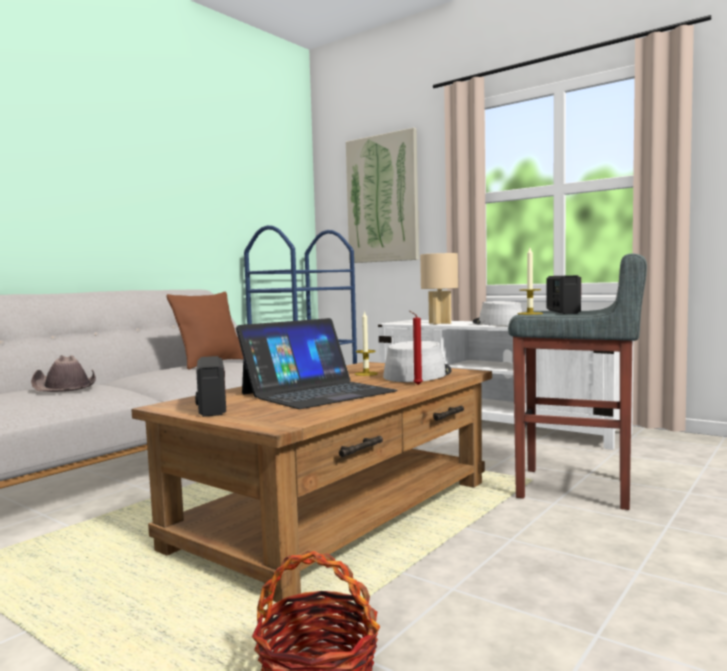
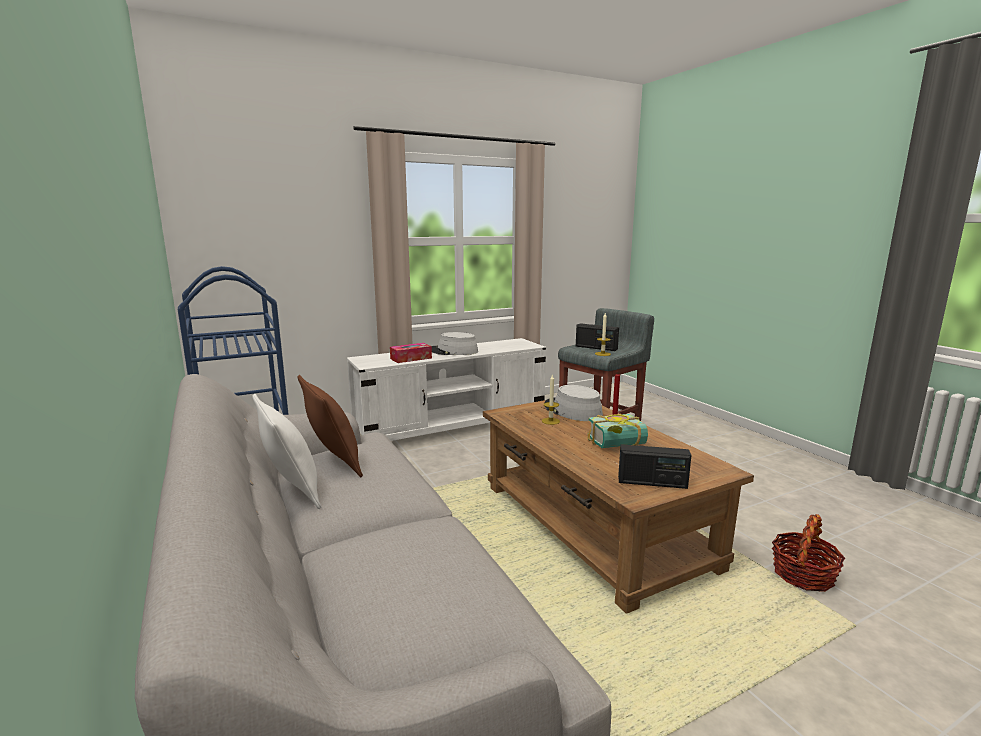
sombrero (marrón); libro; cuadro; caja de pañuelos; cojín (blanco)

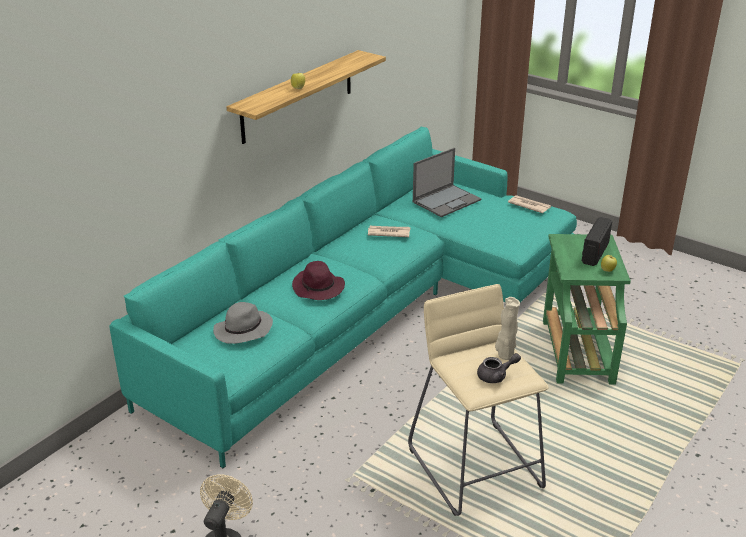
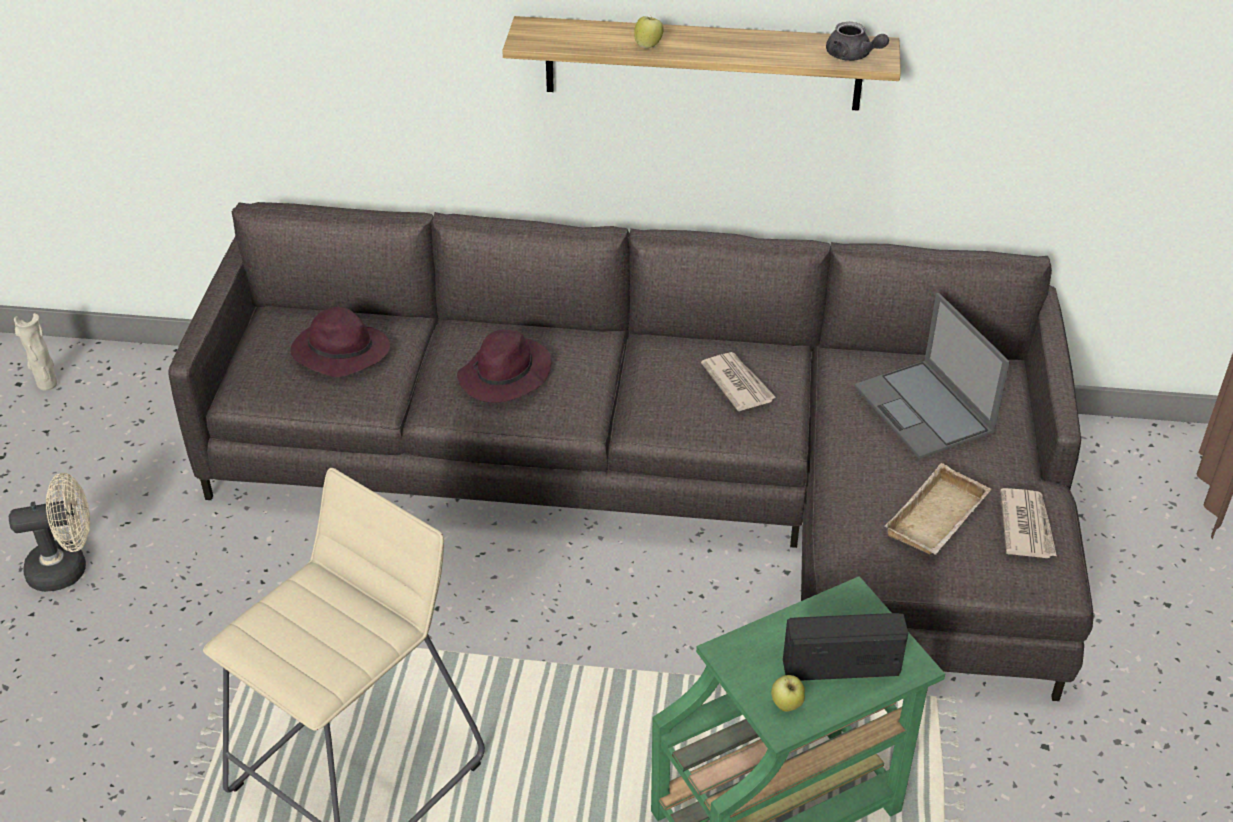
sofá (gris); sombrero (morado) (1st from left); portátil; tetera (gris); florero (beis); bandeja (beis)

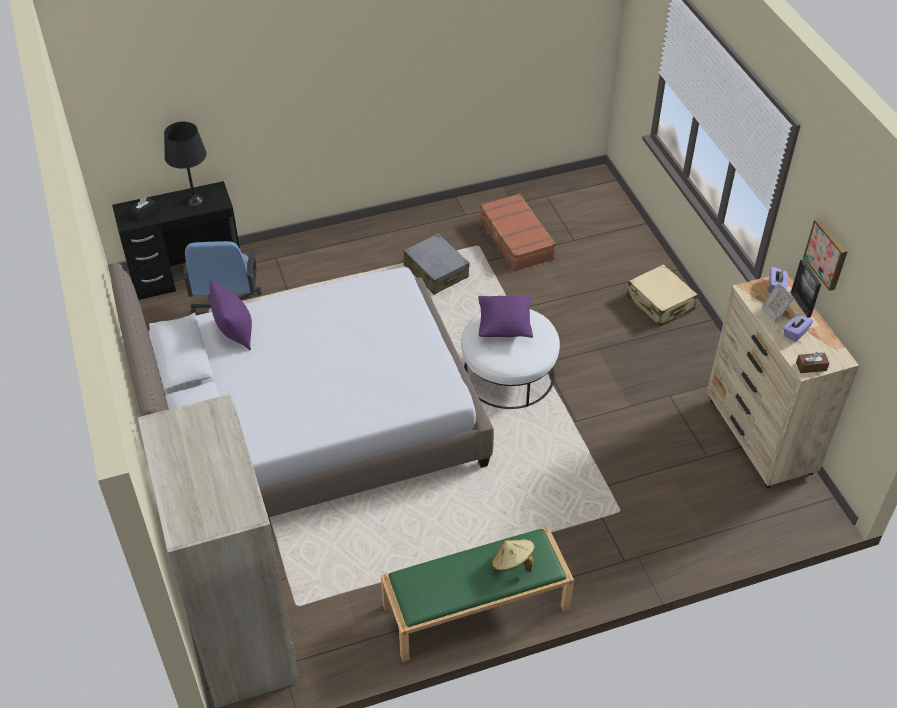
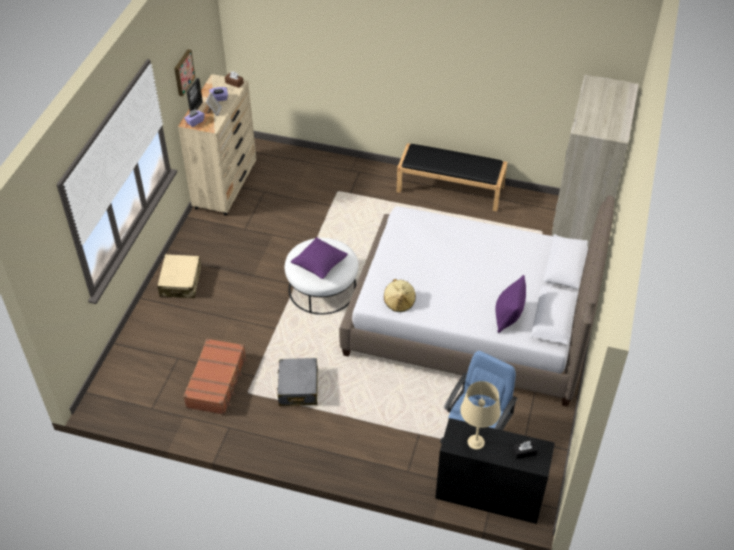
lámpara de mesa (beis); banco (negro); sombrero (beis)

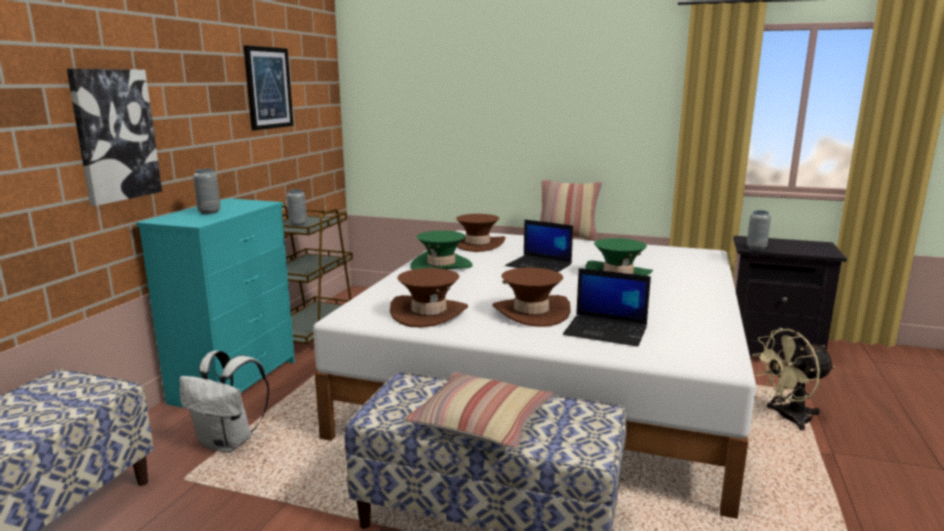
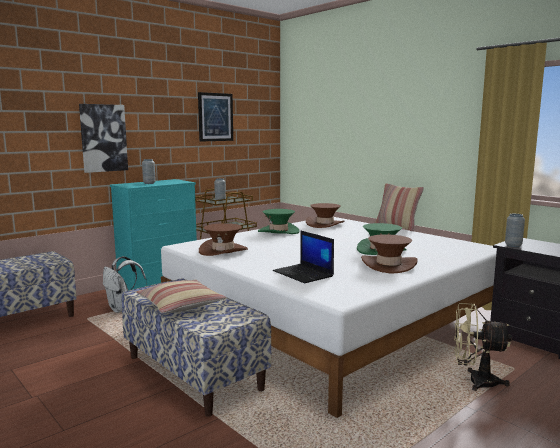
sombrero (marrón) (3rd from left); portátil (1st from left in the first image)

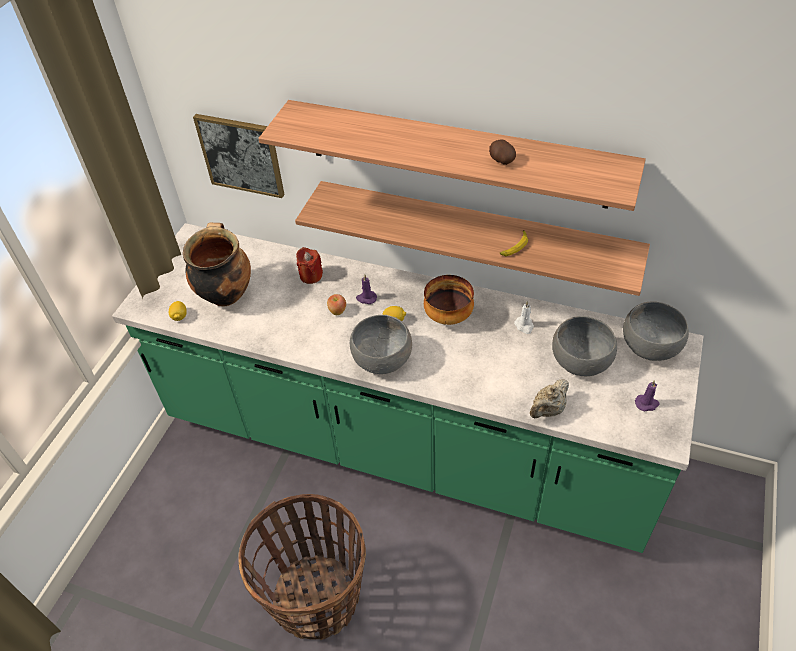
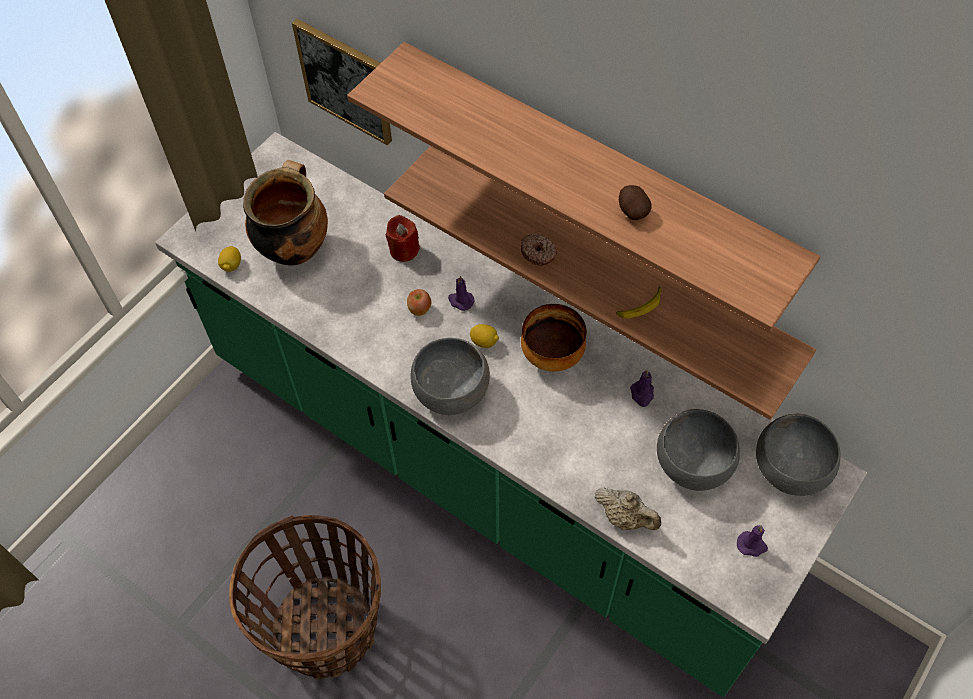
vela (morado) (2nd from left); tetera (beis); rosquilla

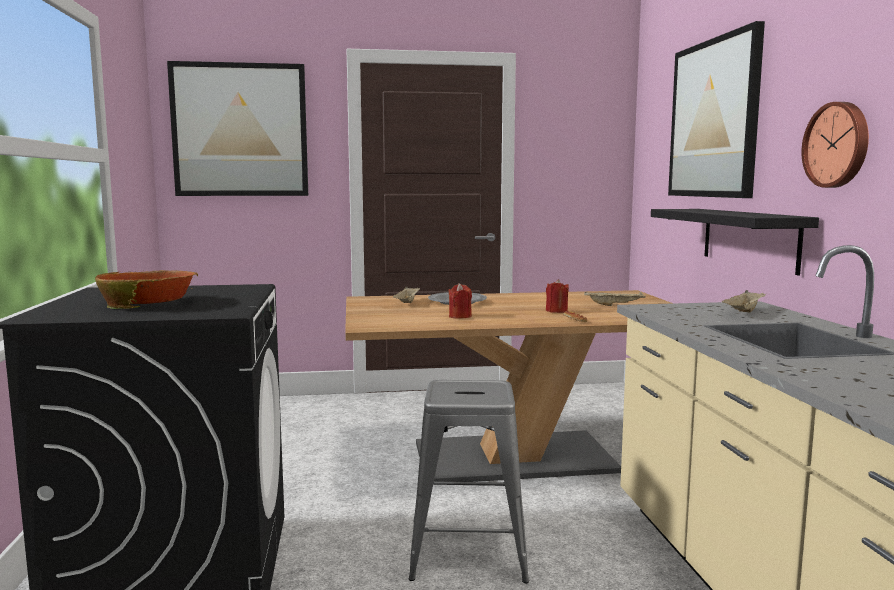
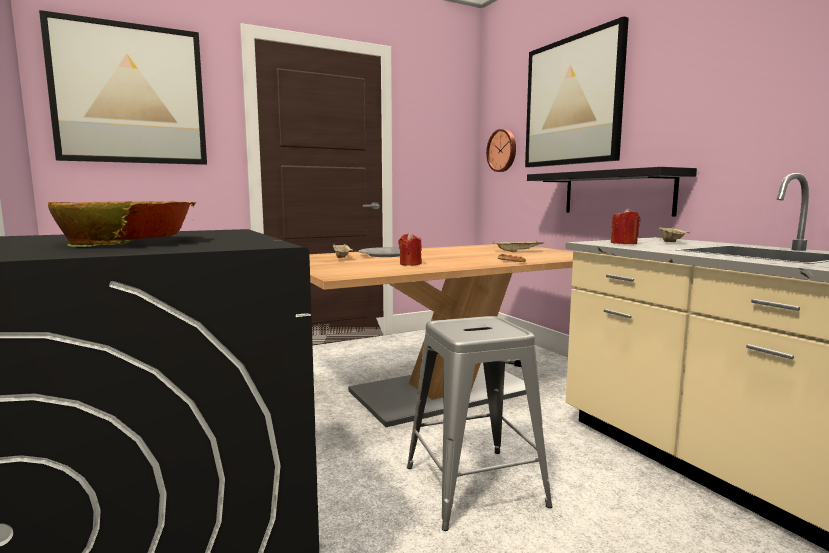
vela (rojo) (2nd from left); reloj de pared

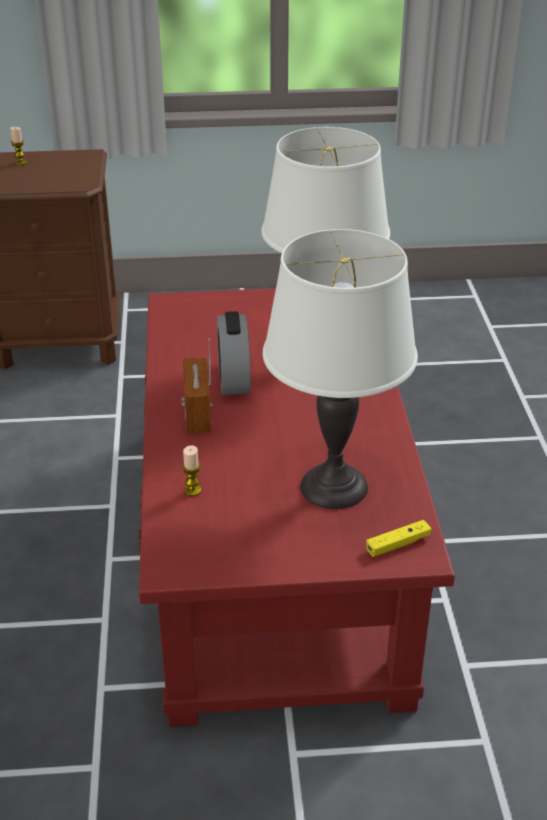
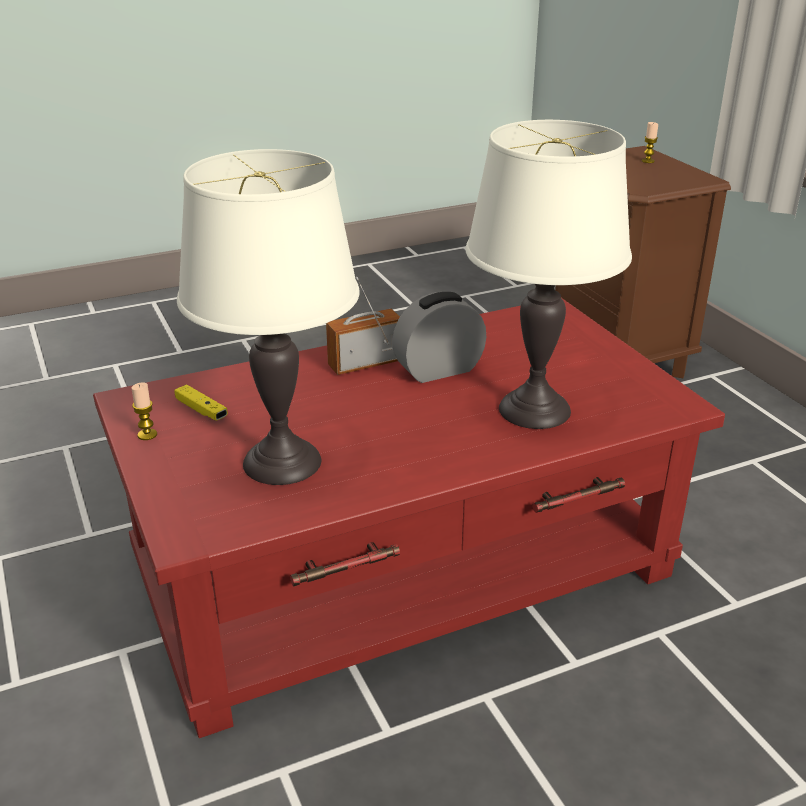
vela (1st from left); mando de consola (amarillo)

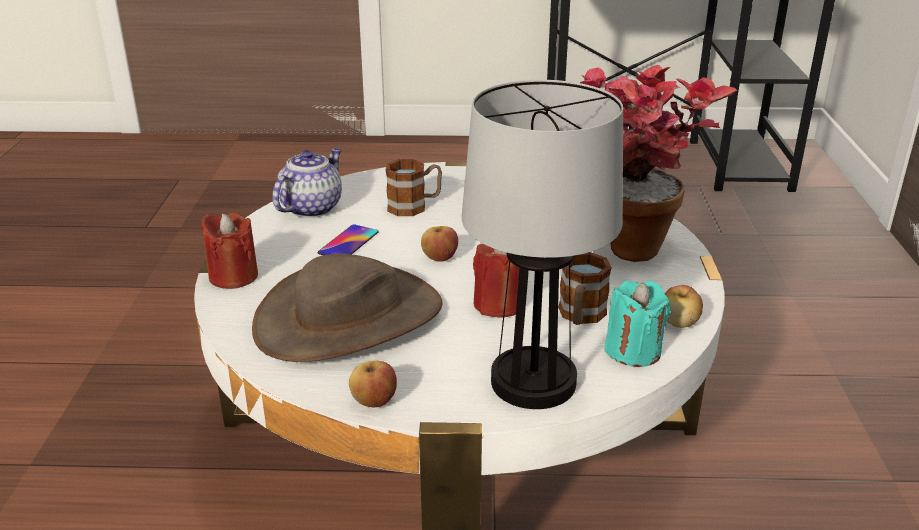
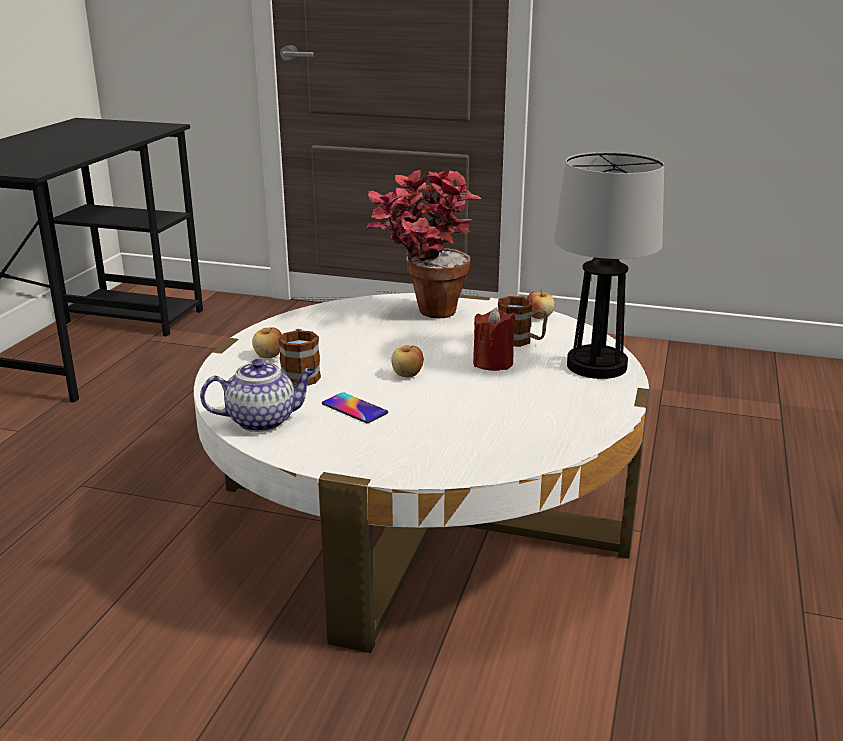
vela (rojo) (1st from left in the first image); sombrero (marrón); tetera; manzana (1st from left); vela (turquesa)

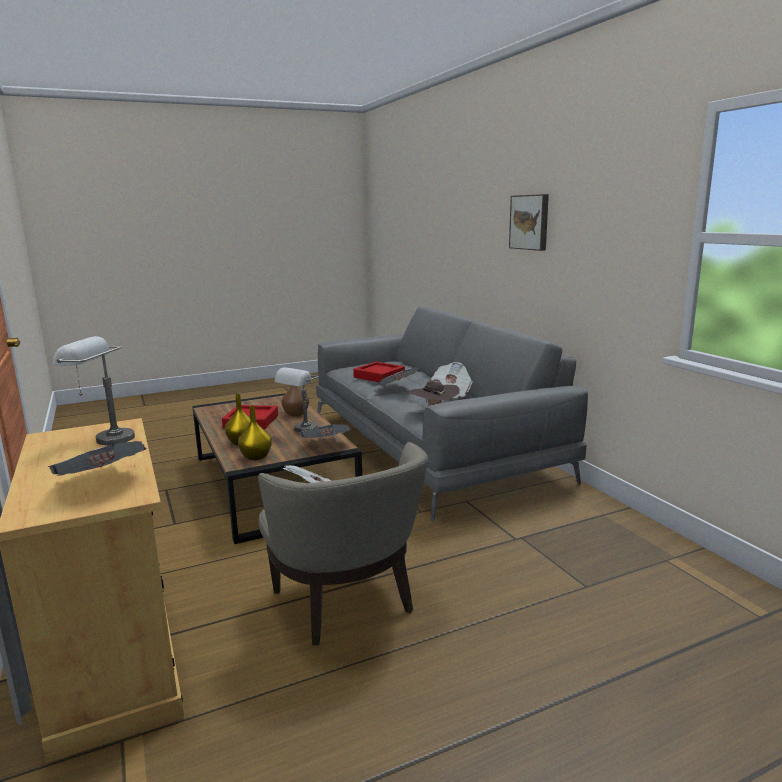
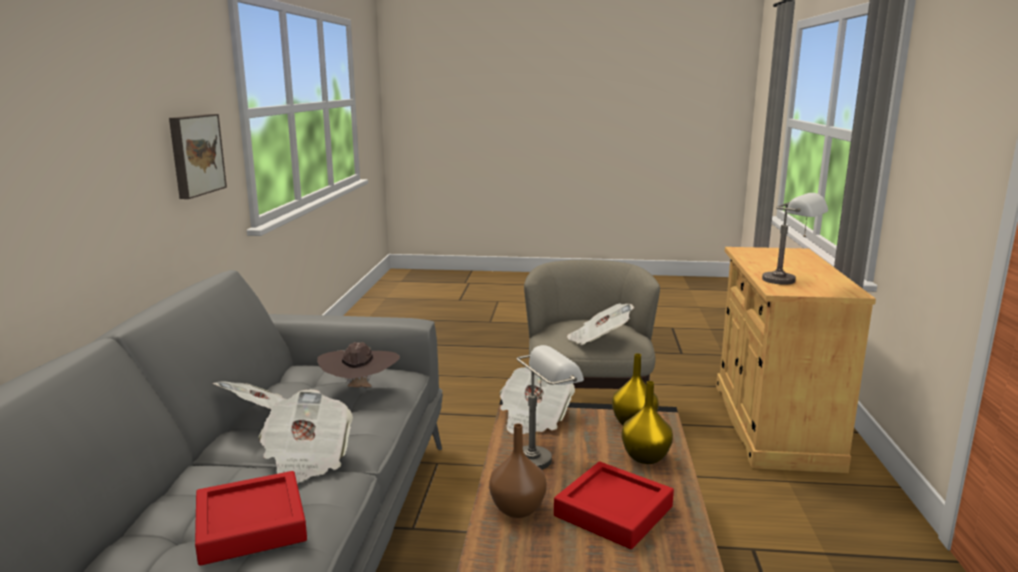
periódico (1st from left in the first image); cuadro

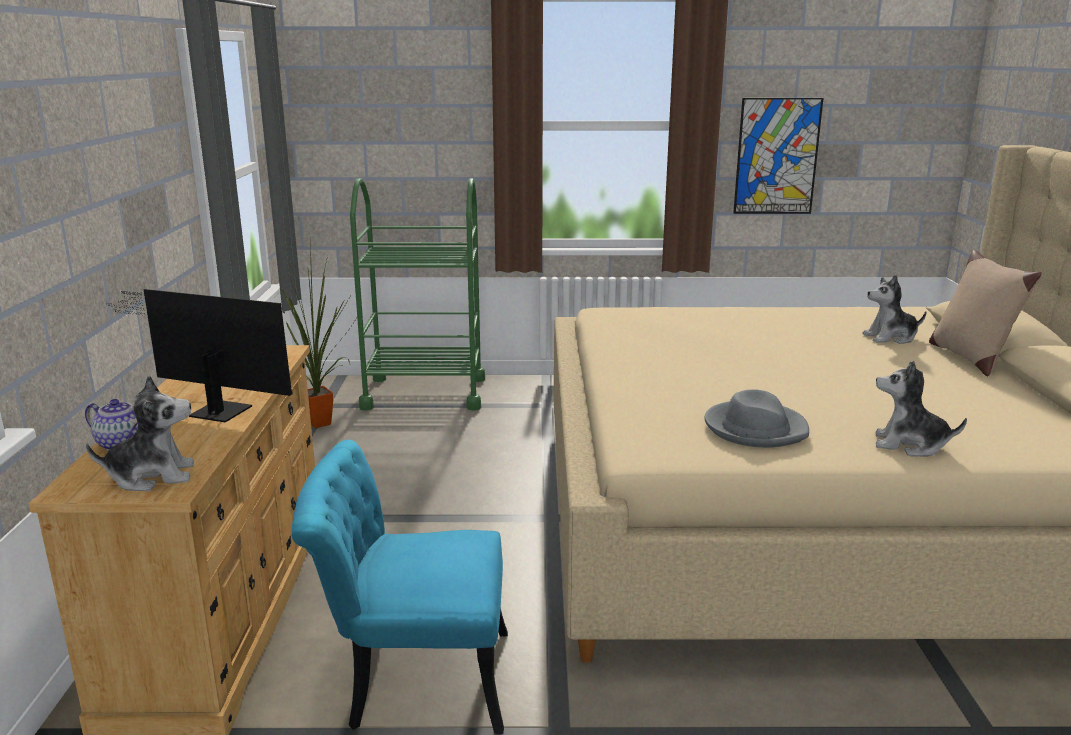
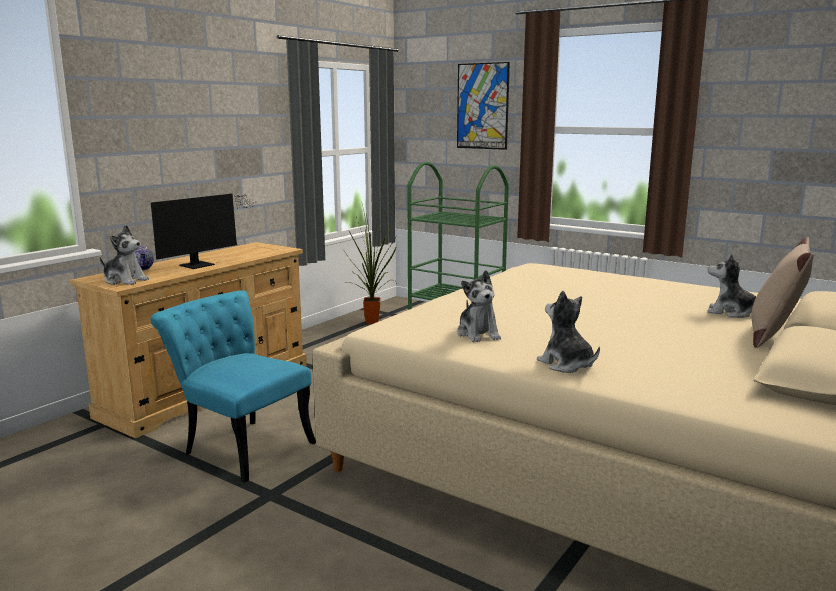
monitor; peluche (2nd from left); cuadro

